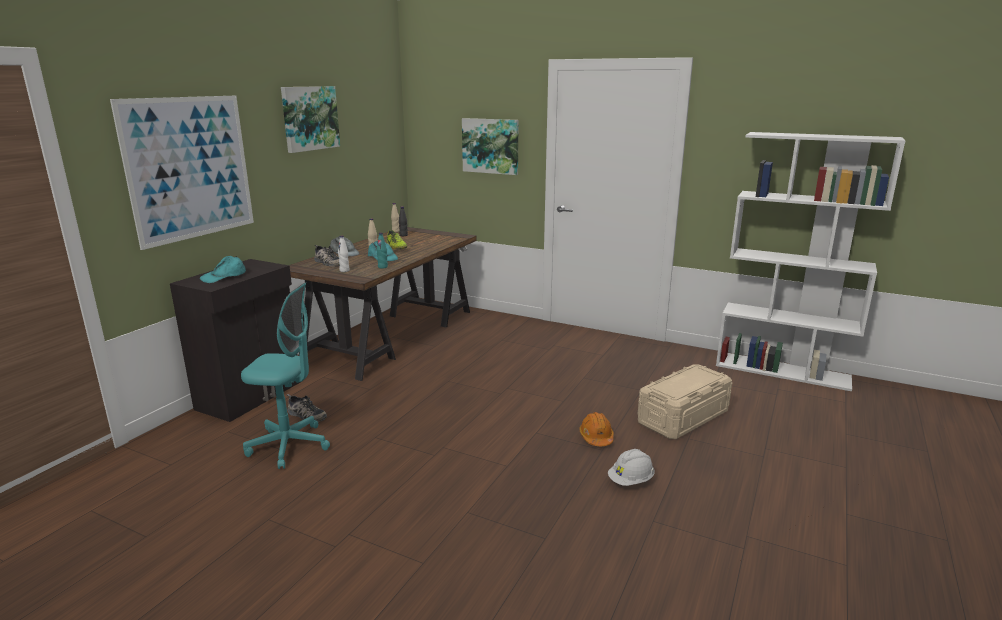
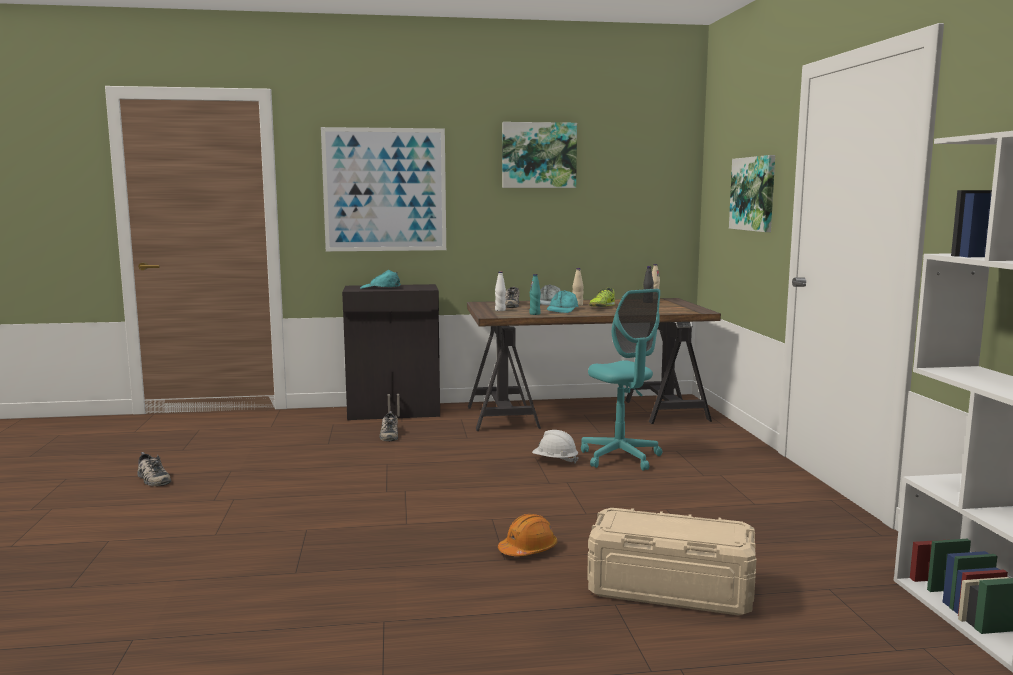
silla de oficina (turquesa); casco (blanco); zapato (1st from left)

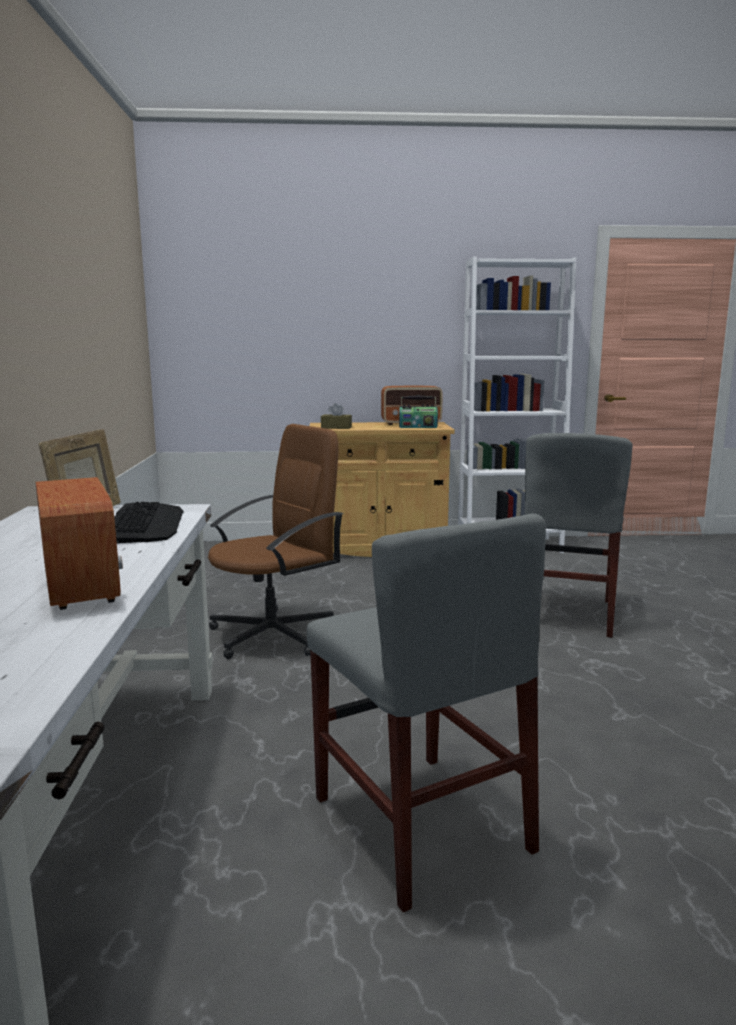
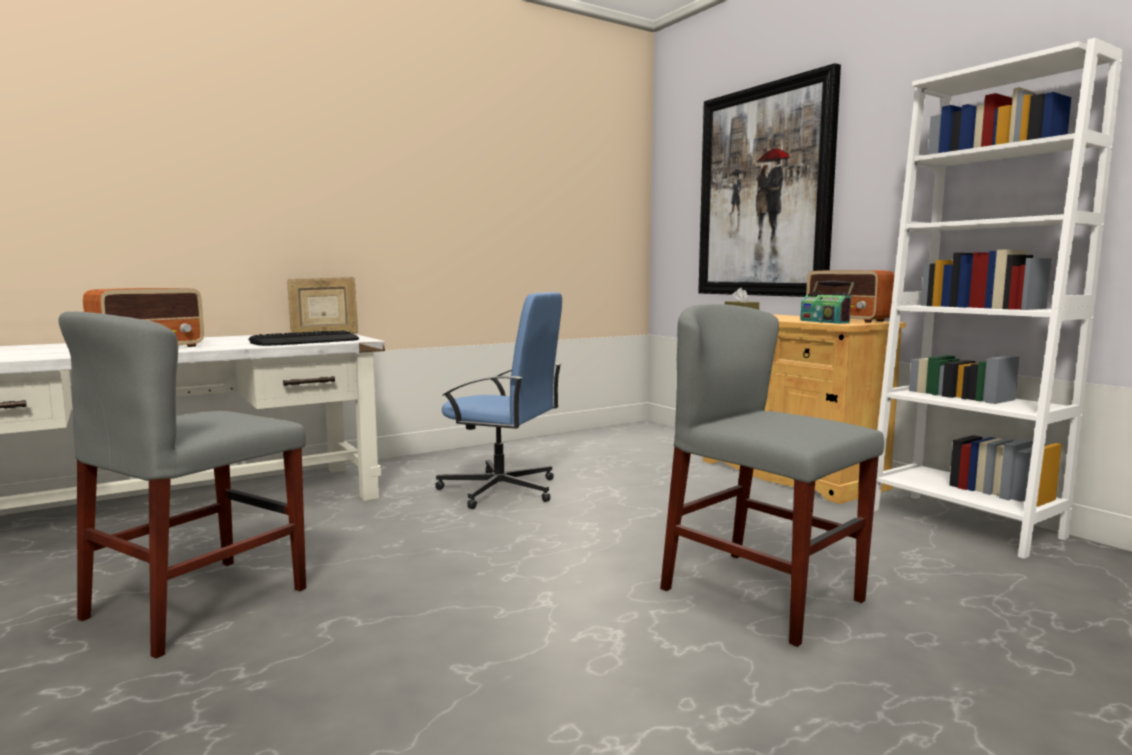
silla de oficina (azul); silla (gris) (2nd from left); cuadro

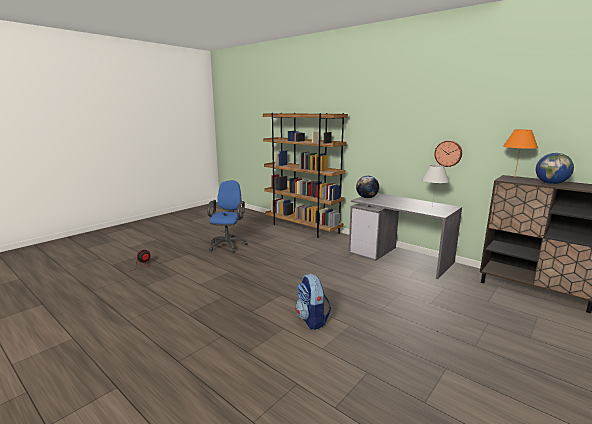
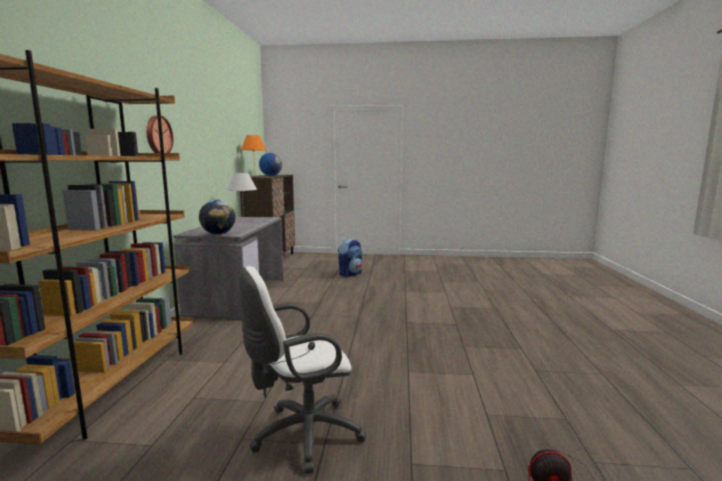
silla de oficina (blanco); mochila; reloj de pared

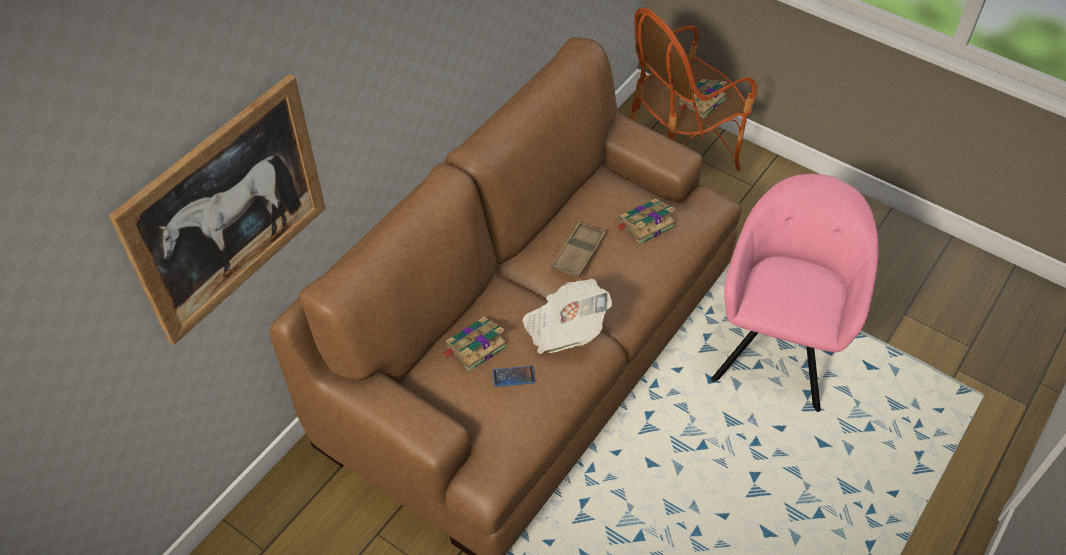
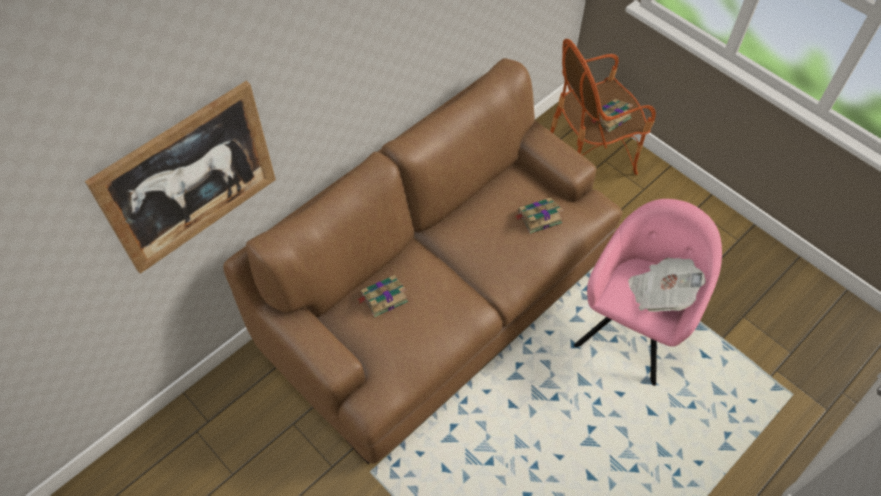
móvil; periódico; bandeja (marrón)

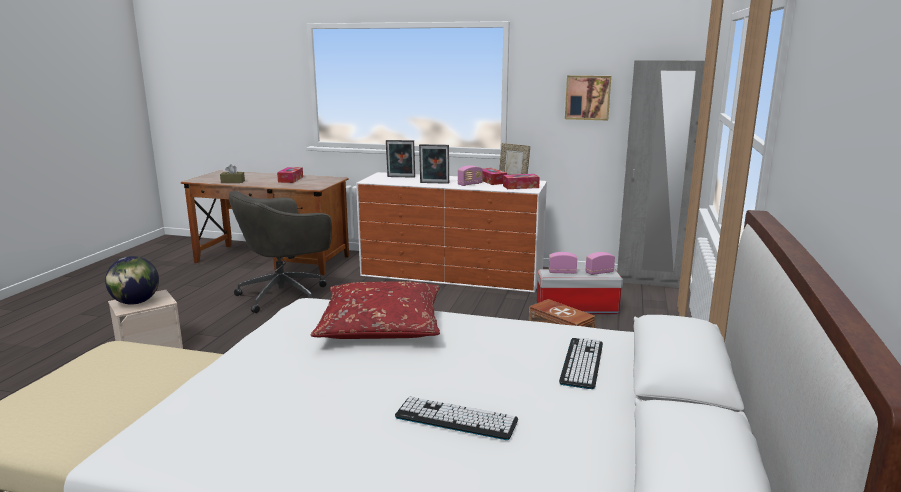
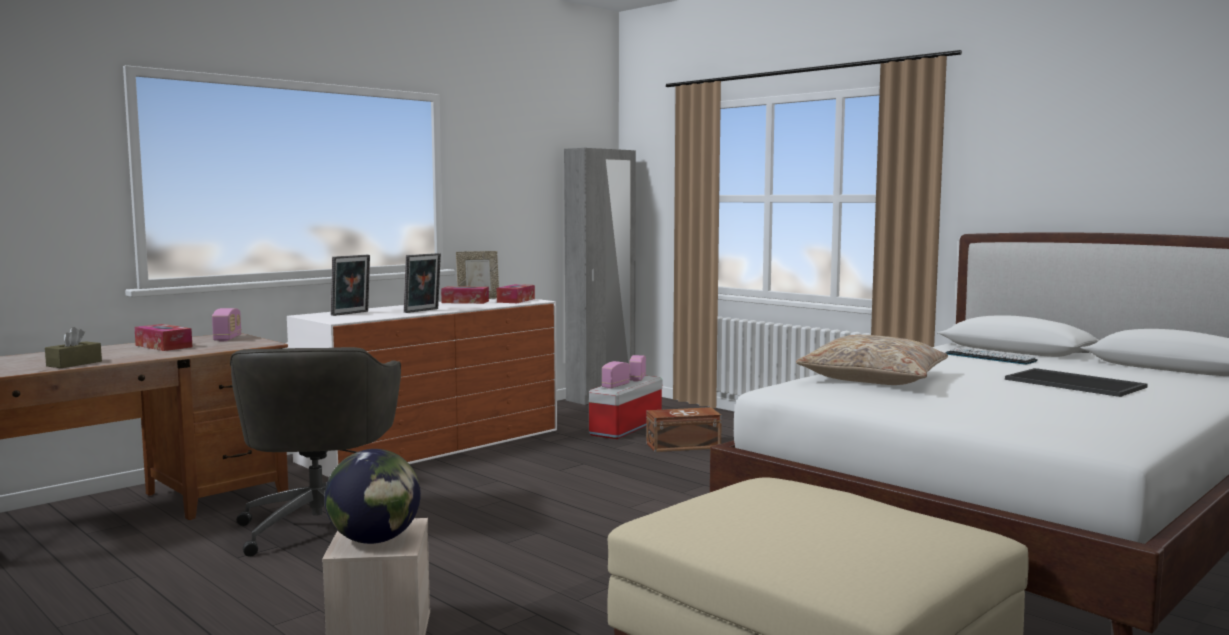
cojín (beis); bandeja; radio (1st from left); cuadro

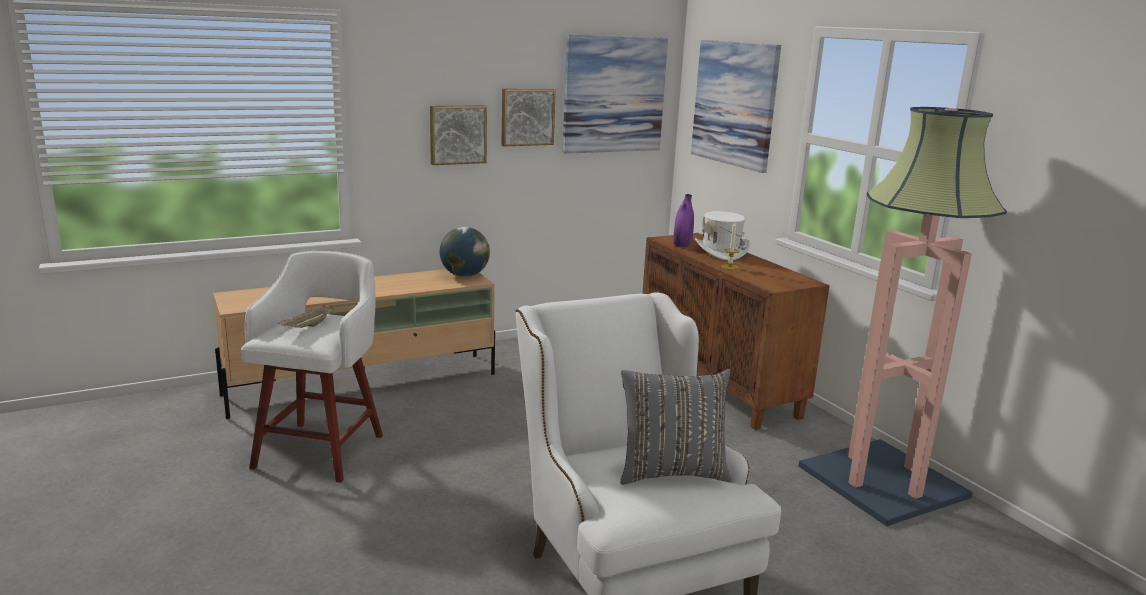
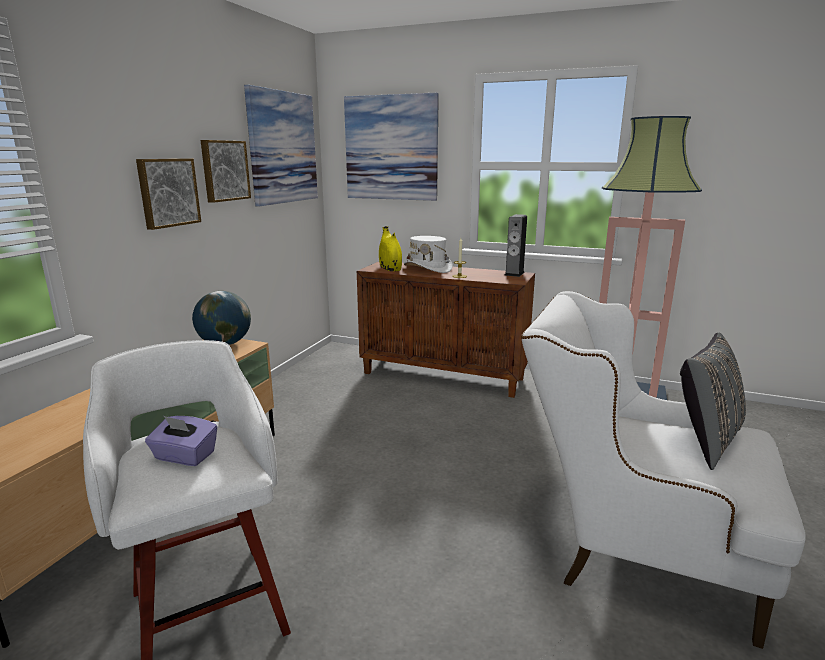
caja de pañuelos (morado); florero (amarillo); altavoz

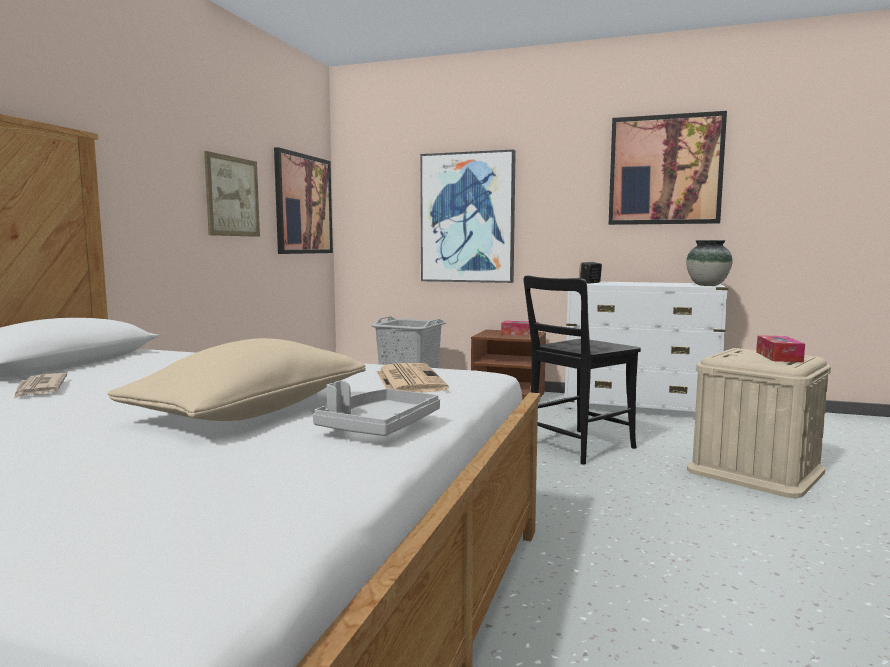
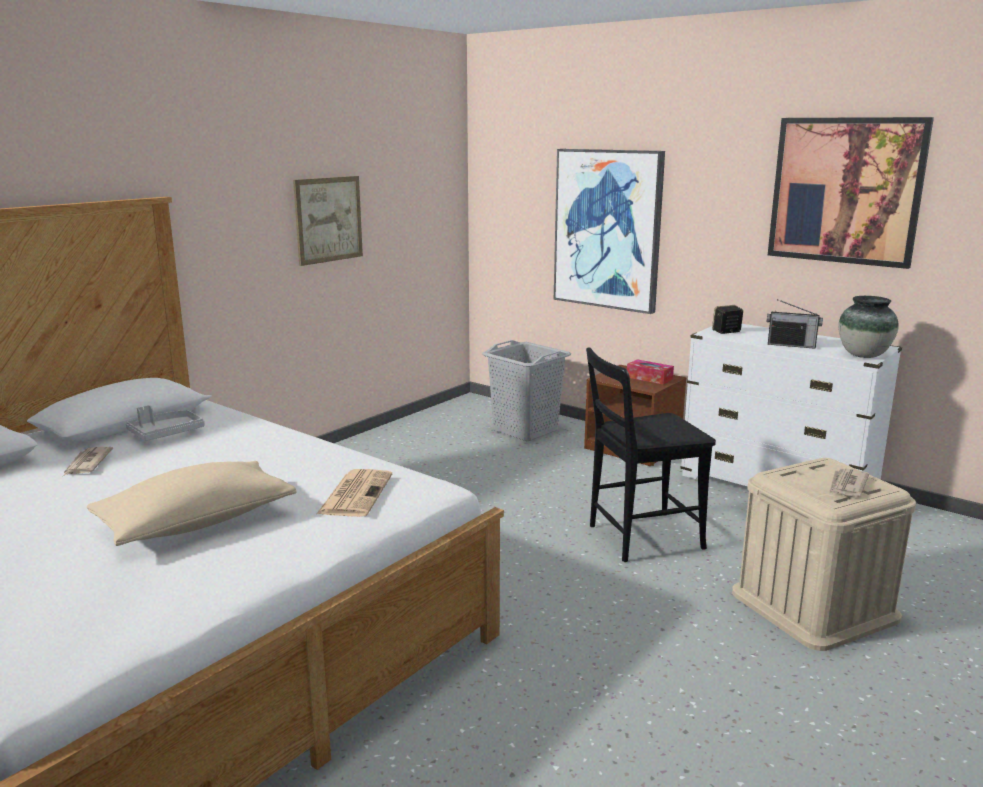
cuadro (2nd from left in the first image); bandeja (gris); periódico (3rd from left); radio

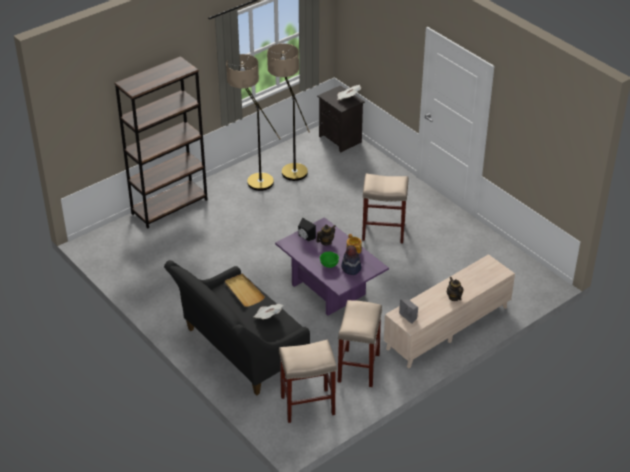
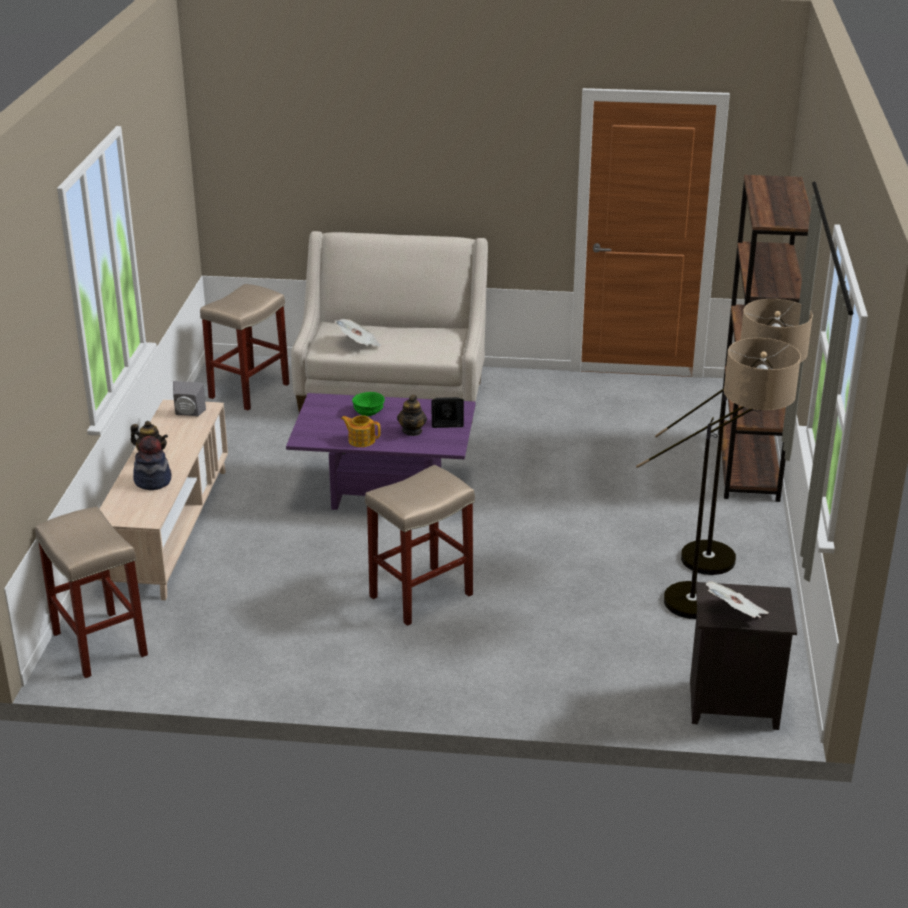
sofá (beis); bandeja (beis); taburete (beis) (1st from left); sombrero

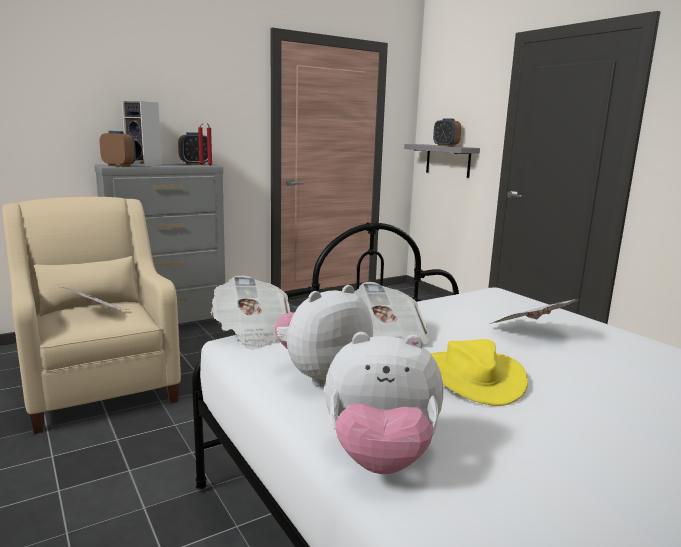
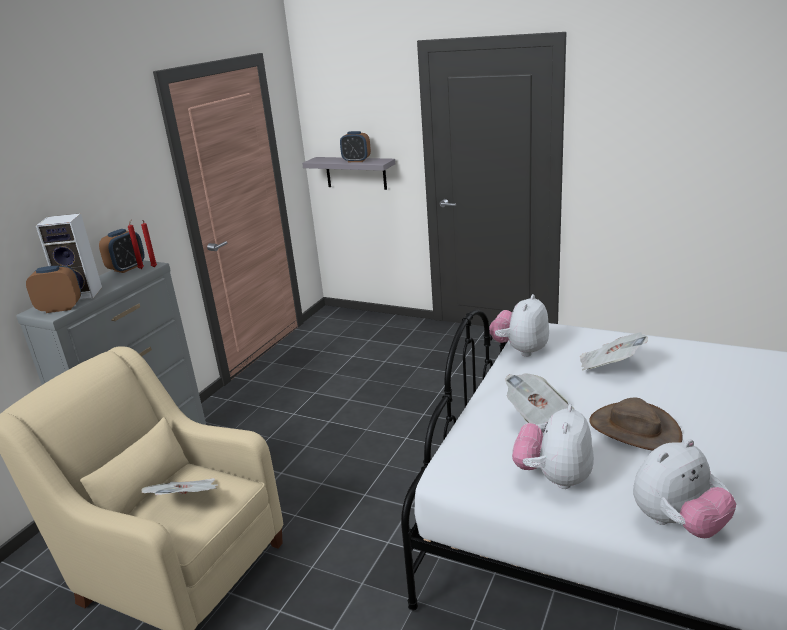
periódico (2nd from left in the first image); sombrero (marrón); peluche (1st from left)

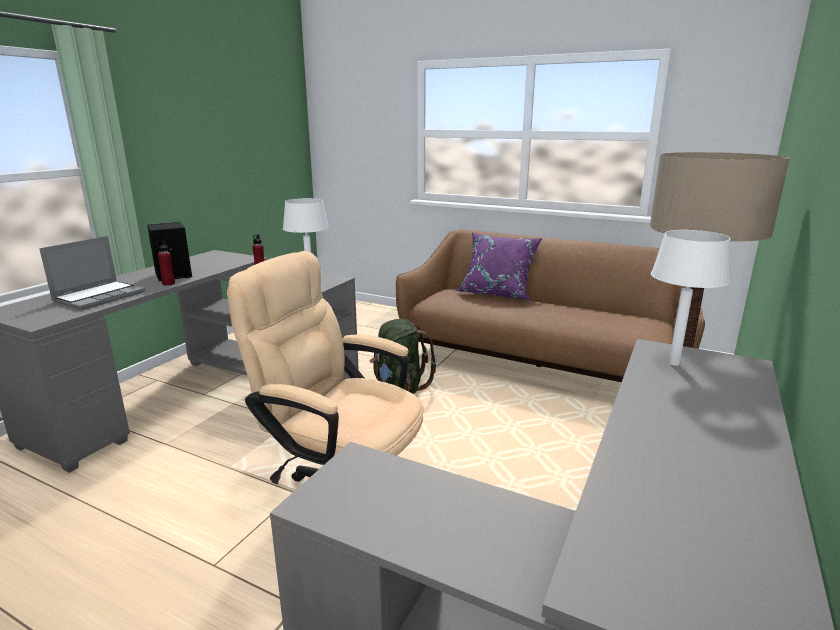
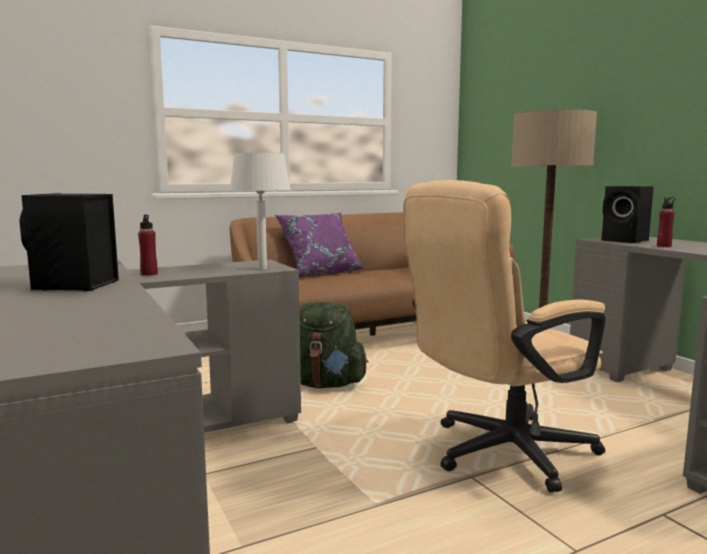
portátil; botella (rojo) (2nd from left); altavoz (negro) (2nd from left)

